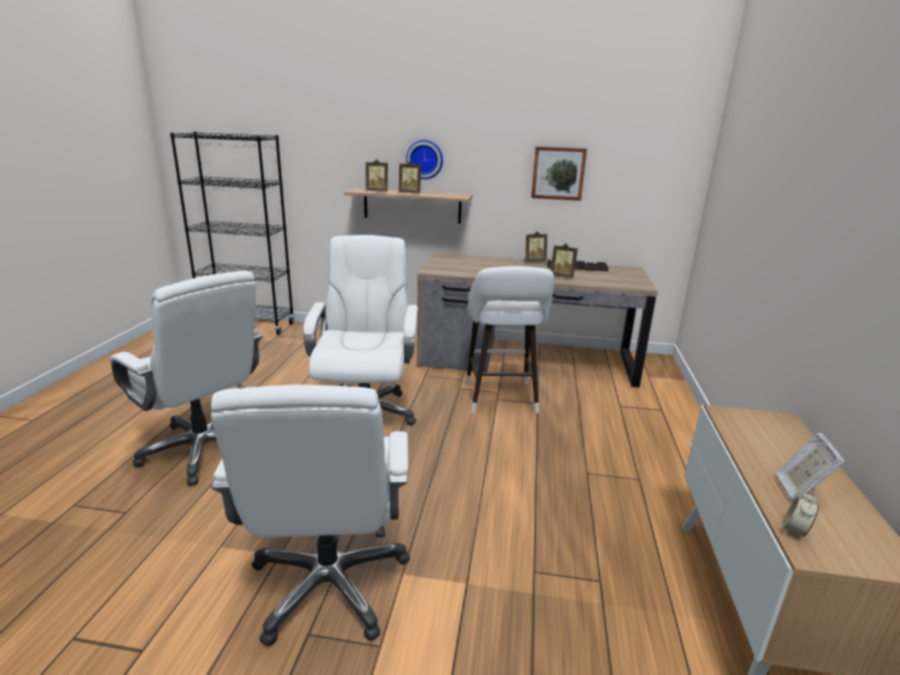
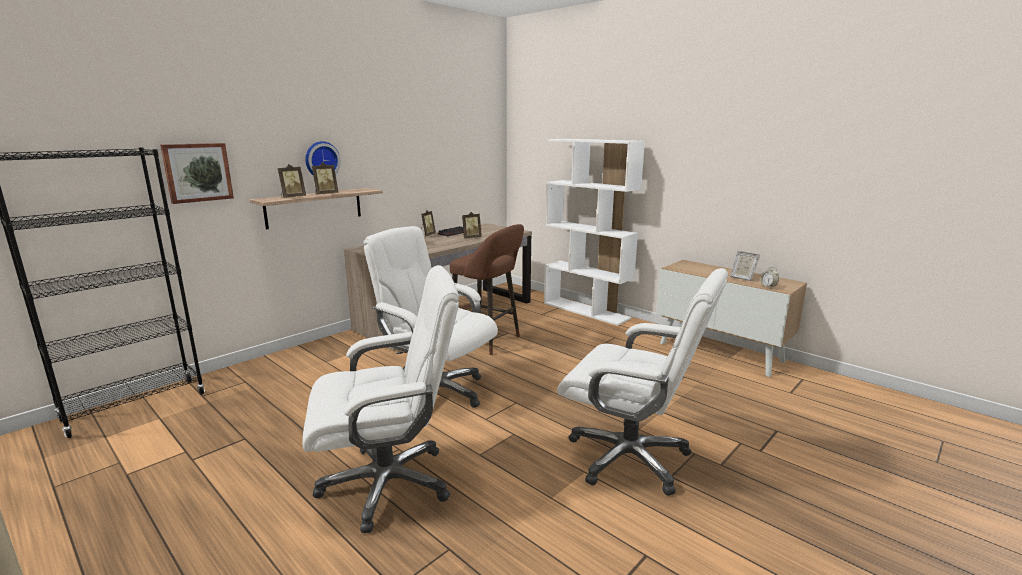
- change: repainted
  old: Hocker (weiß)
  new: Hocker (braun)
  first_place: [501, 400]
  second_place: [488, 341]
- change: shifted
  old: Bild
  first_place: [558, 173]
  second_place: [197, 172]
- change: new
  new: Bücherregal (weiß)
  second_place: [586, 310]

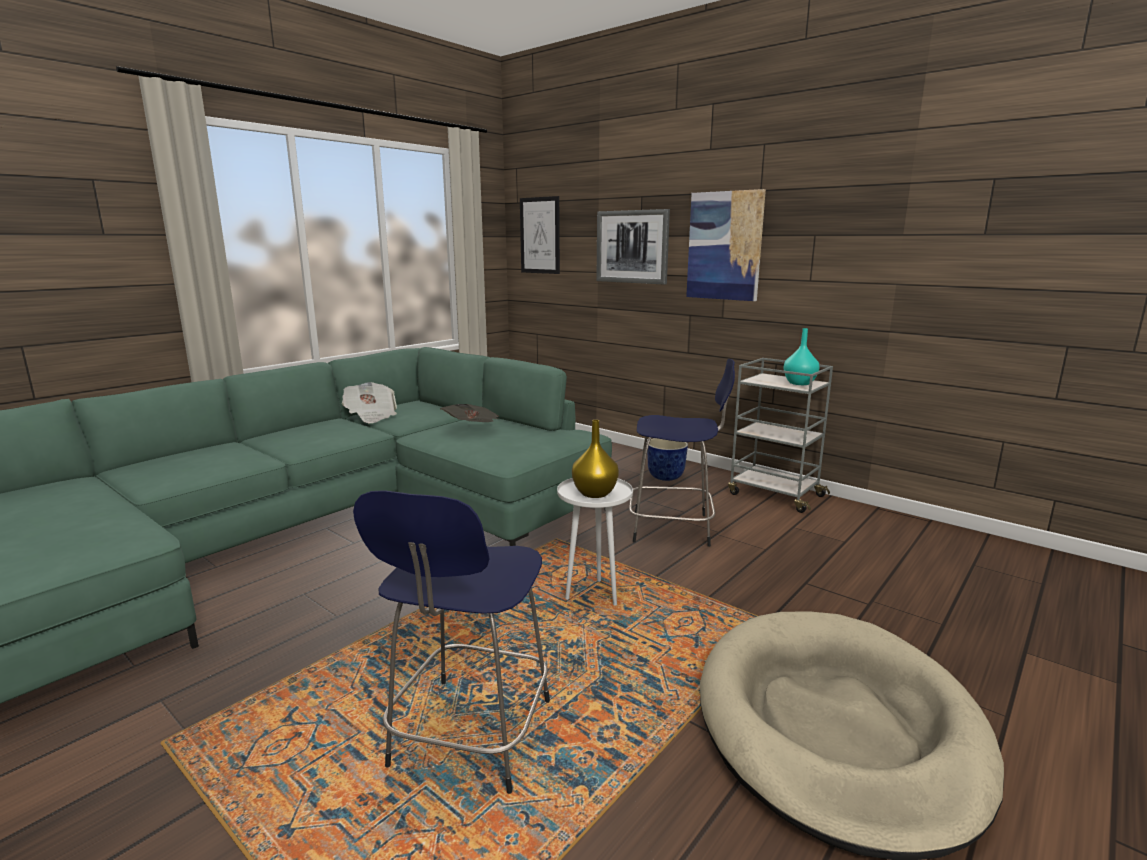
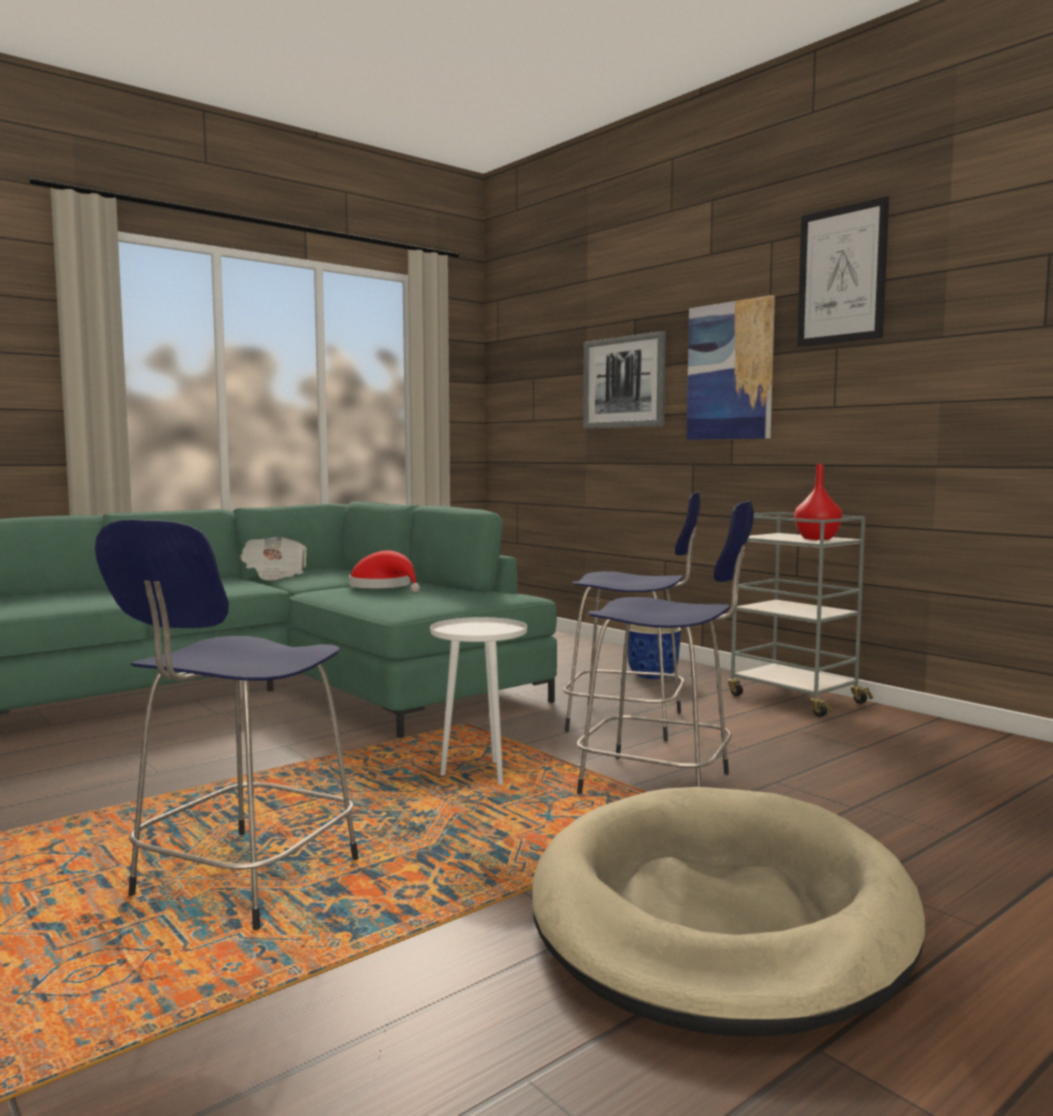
- change: swapped
  old: Zeitung
  new: Hut (rot)
  first_place: [472, 429]
  second_place: [384, 587]
- change: shifted
  old: Bild
  first_place: [540, 235]
  second_place: [841, 275]
- change: gone
  old: Vase (gelb)
  first_place: [594, 493]
- change: repainted
  old: Vase (türkis)
  new: Vase (rot)
  first_place: [799, 383]
  second_place: [816, 538]
- change: new
  new: Hocker (blau)
  second_place: [661, 785]

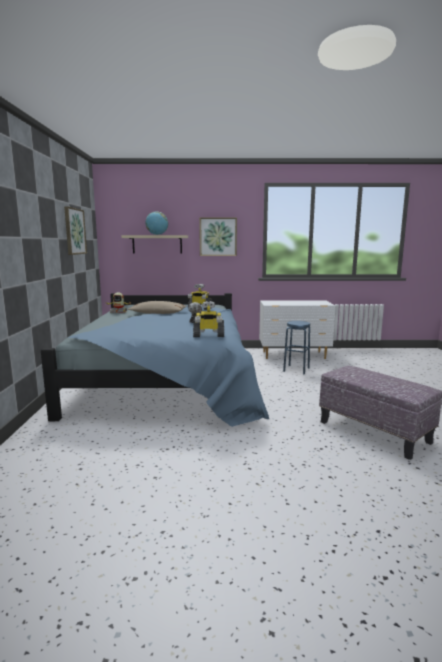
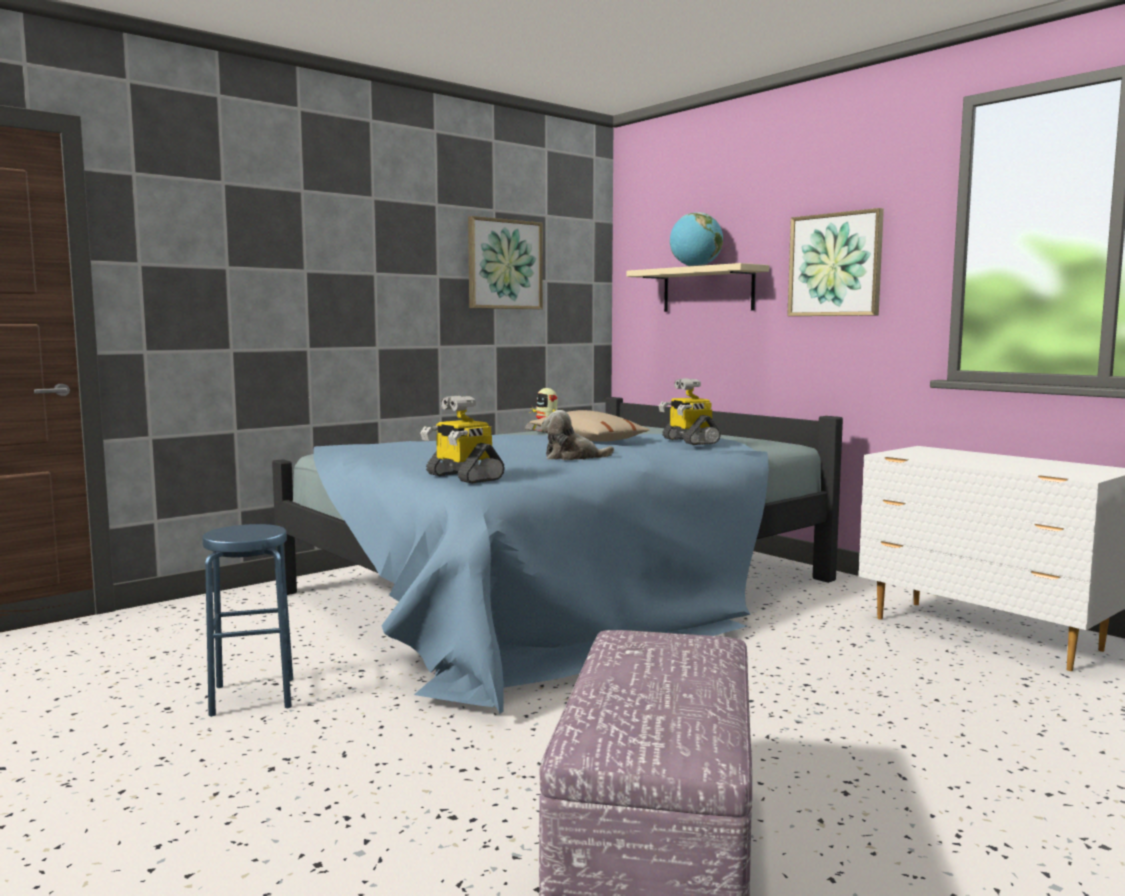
- change: shifted
  old: Hocker (blau)
  first_place: [296, 369]
  second_place: [253, 697]

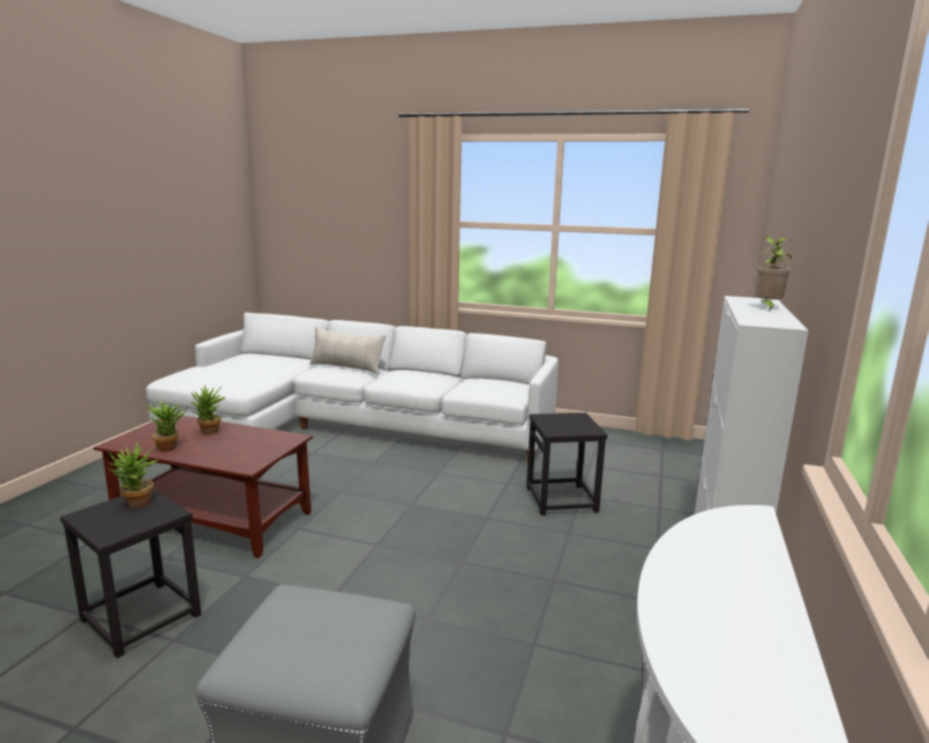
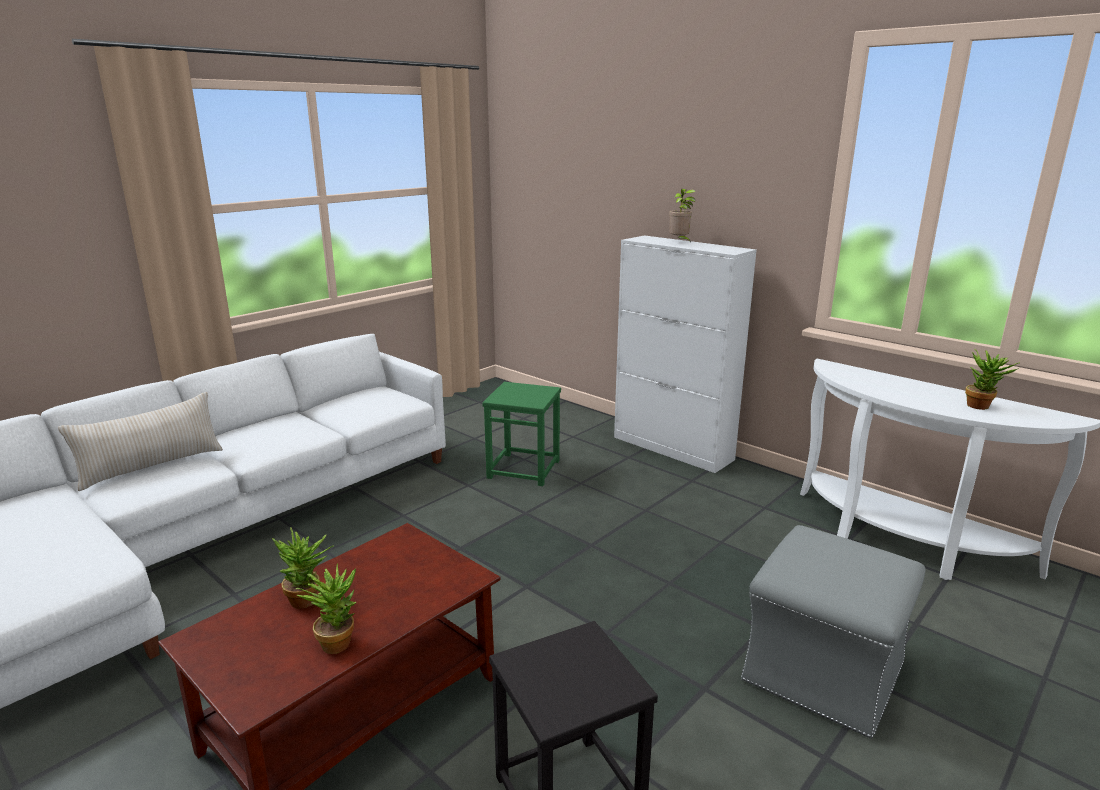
- change: shifted
  old: Topfpflanze
  first_place: [137, 505]
  second_place: [982, 406]
- change: repainted
  old: Hocker (schwarz)
  new: Hocker (grün)
  first_place: [562, 499]
  second_place: [524, 469]

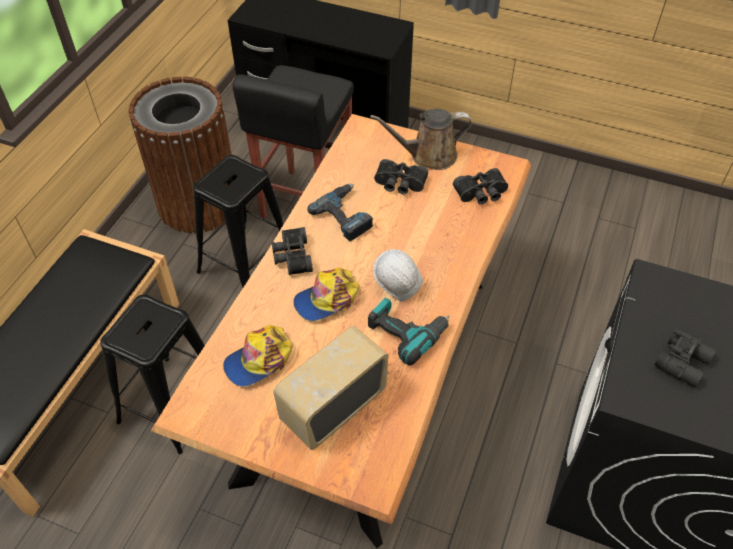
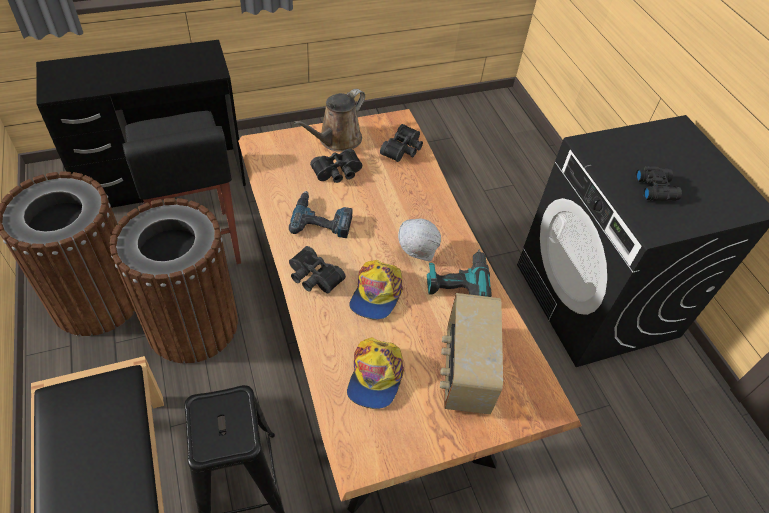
- change: swapped
  old: Hocker (schwarz)
  new: Mülleimer (braun)
  first_place: [245, 263]
  second_place: [192, 324]

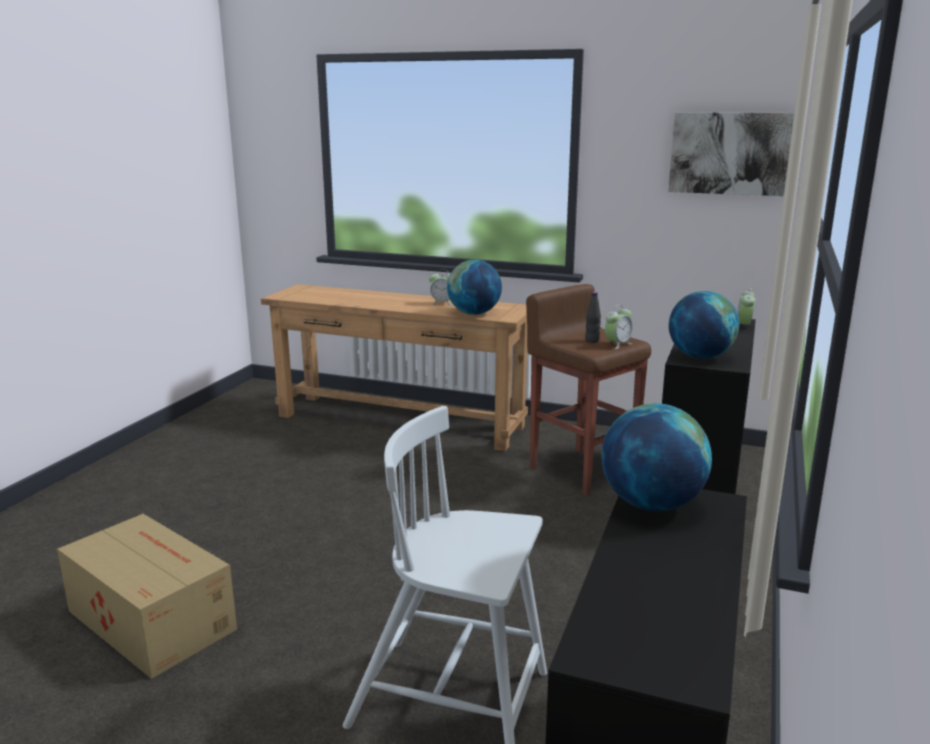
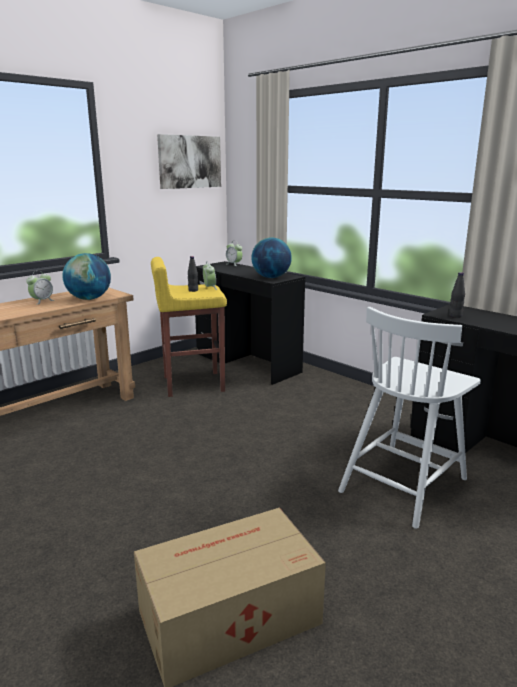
- change: repainted
  old: Hocker (braun)
  new: Hocker (gelb)
  first_place: [582, 470]
  second_place: [192, 384]
- change: swapped
  old: Globus
  new: Flasche (schwarz)
  first_place: [651, 504]
  second_place: [455, 316]

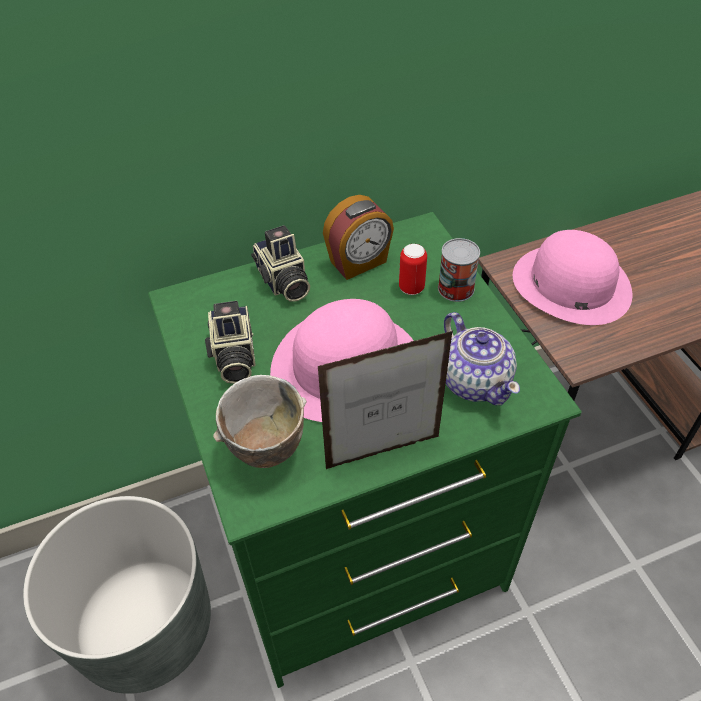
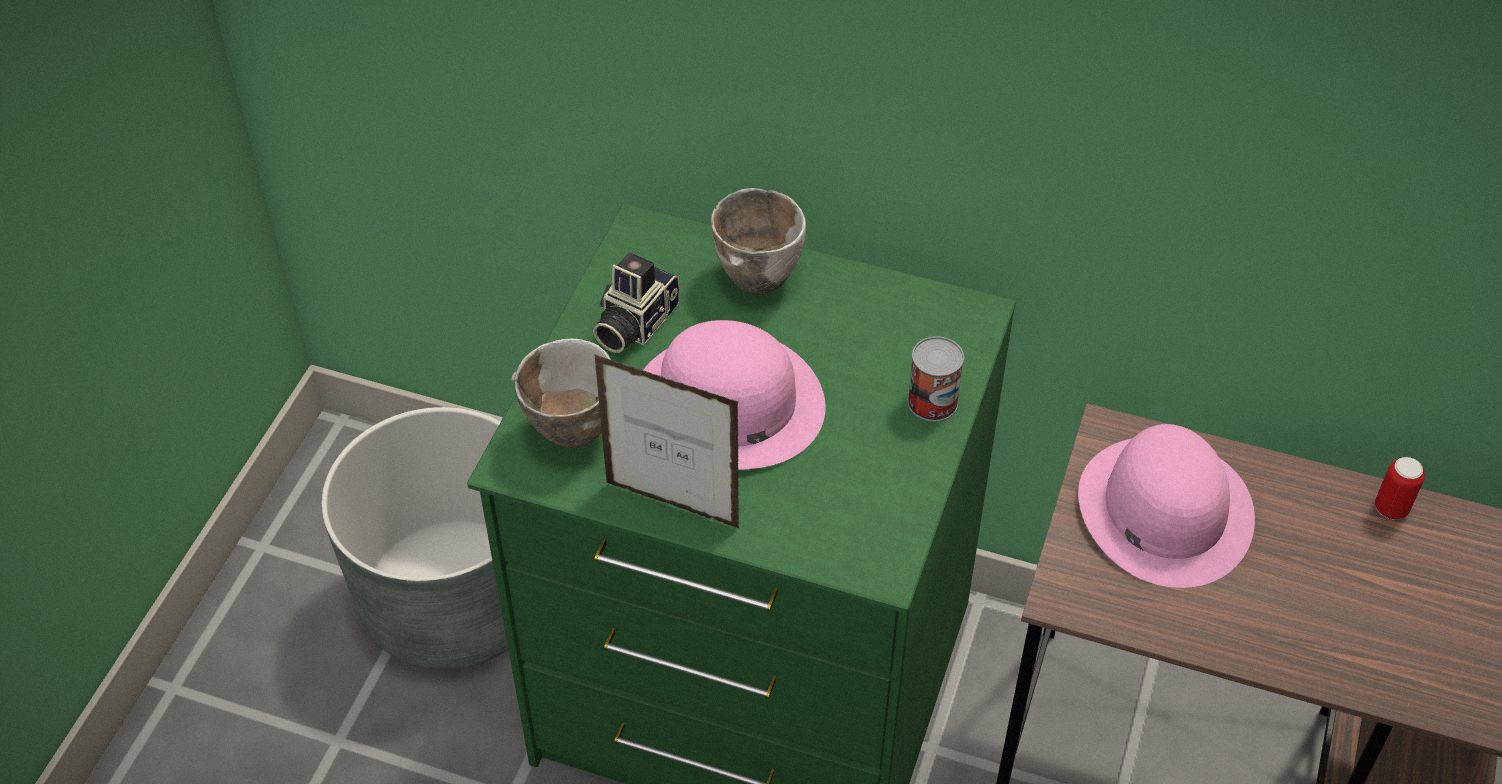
- change: swapped
  old: Kamera
  new: Schüssel
  first_place: [283, 282]
  second_place: [761, 277]
- change: gone
  old: Wecker
  first_place: [359, 263]
- change: shifted
  old: Dose
  first_place: [411, 287]
  second_place: [1391, 508]
- change: gone
  old: Teekanne
  first_place: [475, 381]

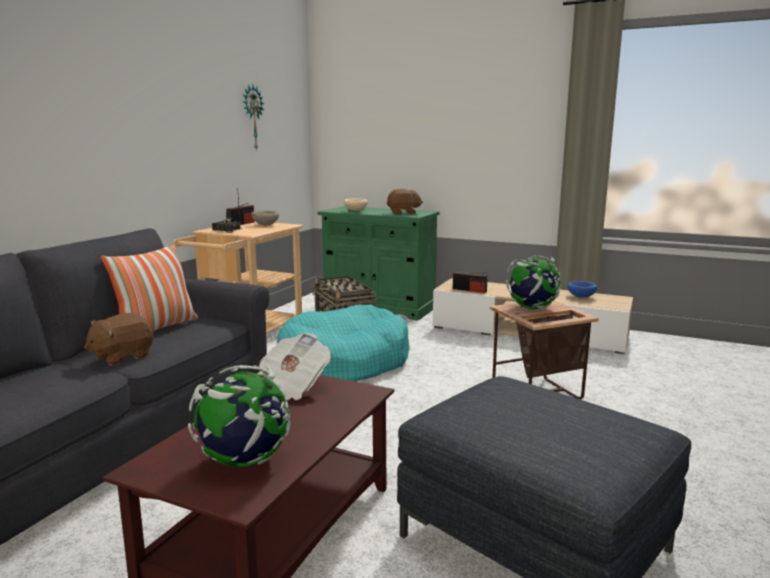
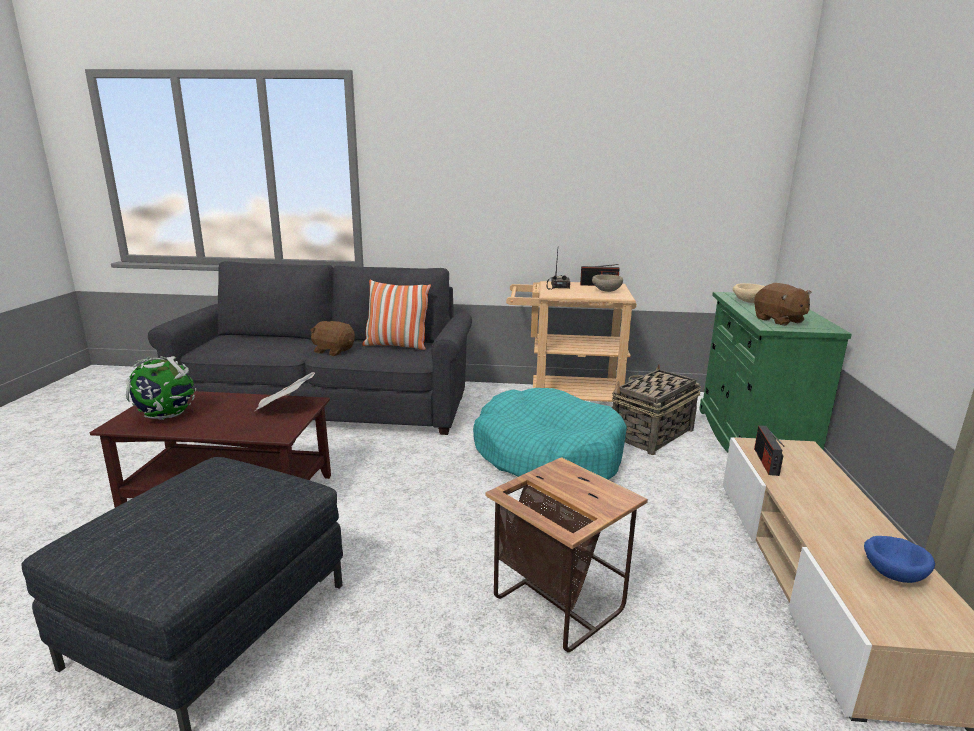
- change: gone
  old: Wanduhr
  first_place: [252, 117]
- change: gone
  old: Globus
  first_place: [531, 308]

